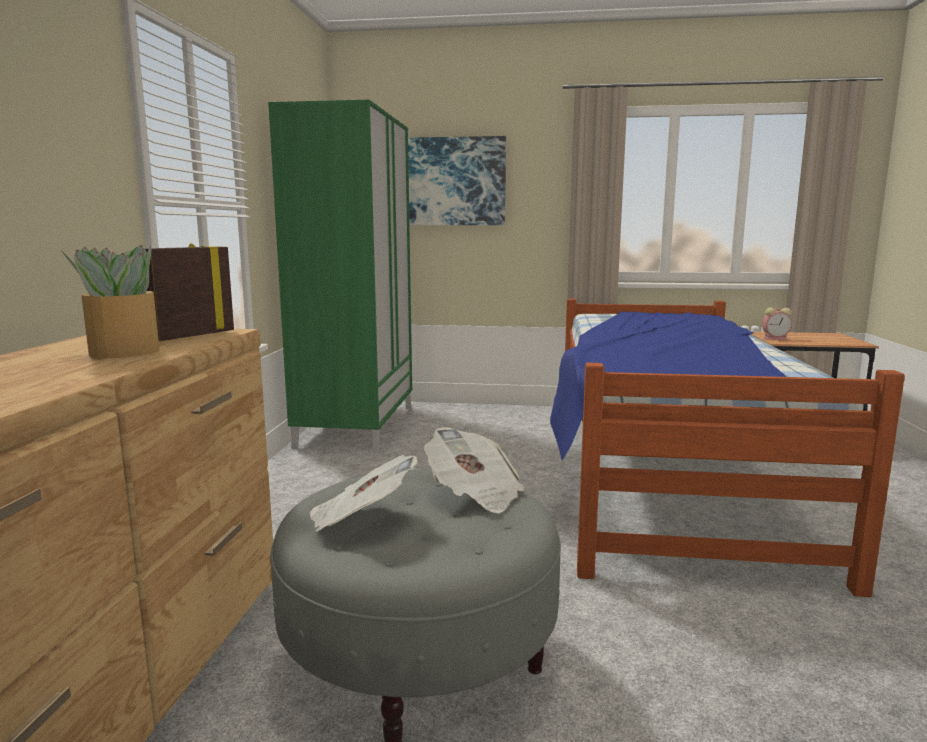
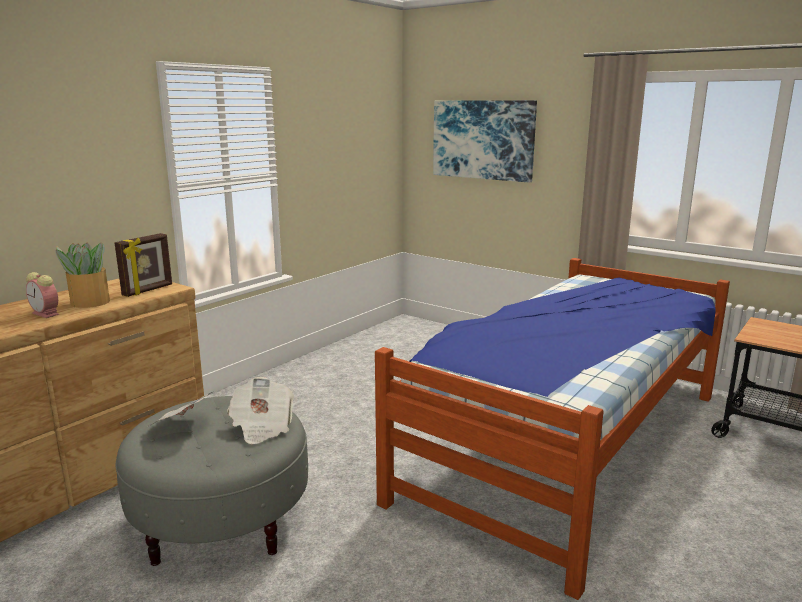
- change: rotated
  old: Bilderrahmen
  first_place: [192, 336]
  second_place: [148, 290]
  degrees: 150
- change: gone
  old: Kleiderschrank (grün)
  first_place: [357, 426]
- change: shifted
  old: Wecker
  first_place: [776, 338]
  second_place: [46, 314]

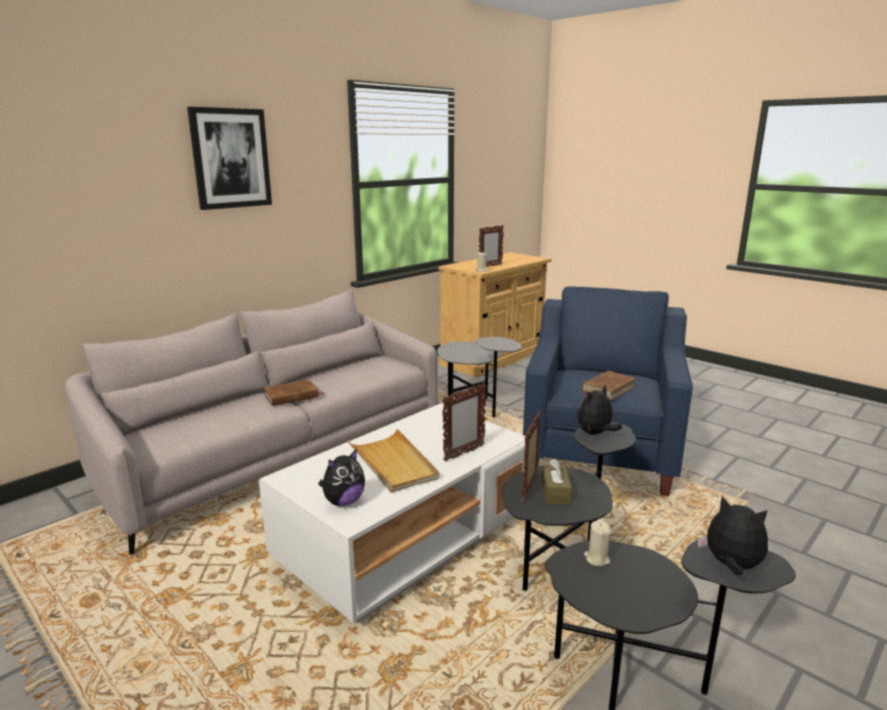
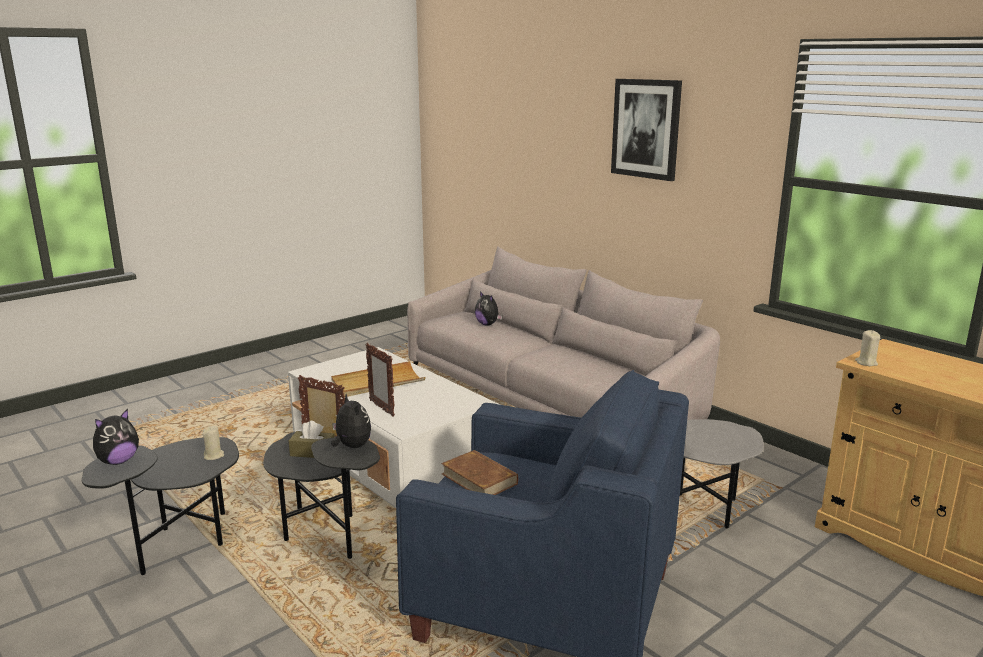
- change: gone
  old: Buch (braun)
  first_place: [291, 396]
- change: shifted
  old: Plüschtier
  first_place: [343, 502]
  second_place: [488, 324]
- change: gone
  old: Bilderrahmen
  first_place: [490, 266]

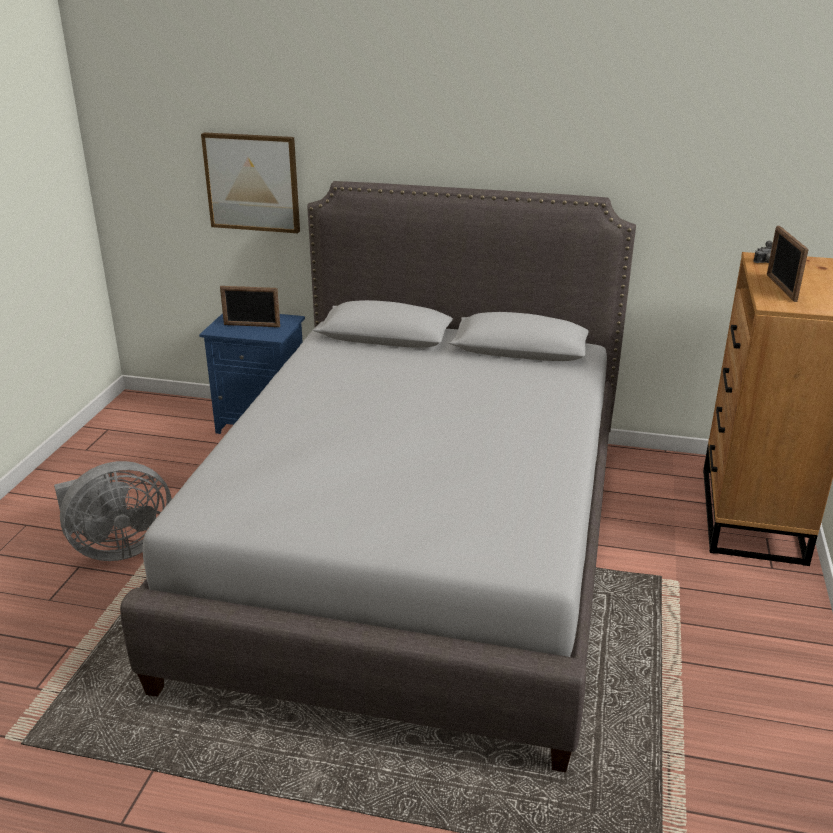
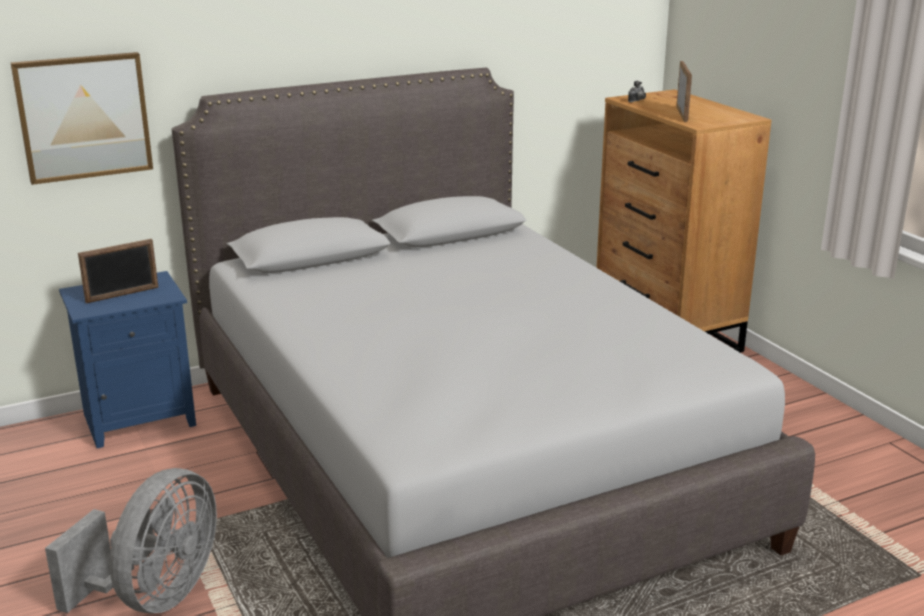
- change: rotated
  old: Bilderrahmen
  first_place: [781, 288]
  second_place: [682, 114]
  degrees: -135

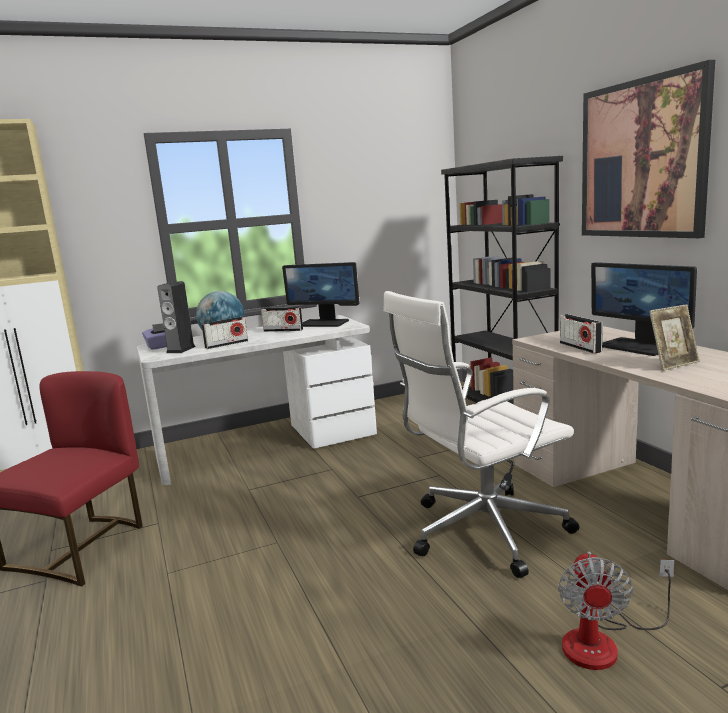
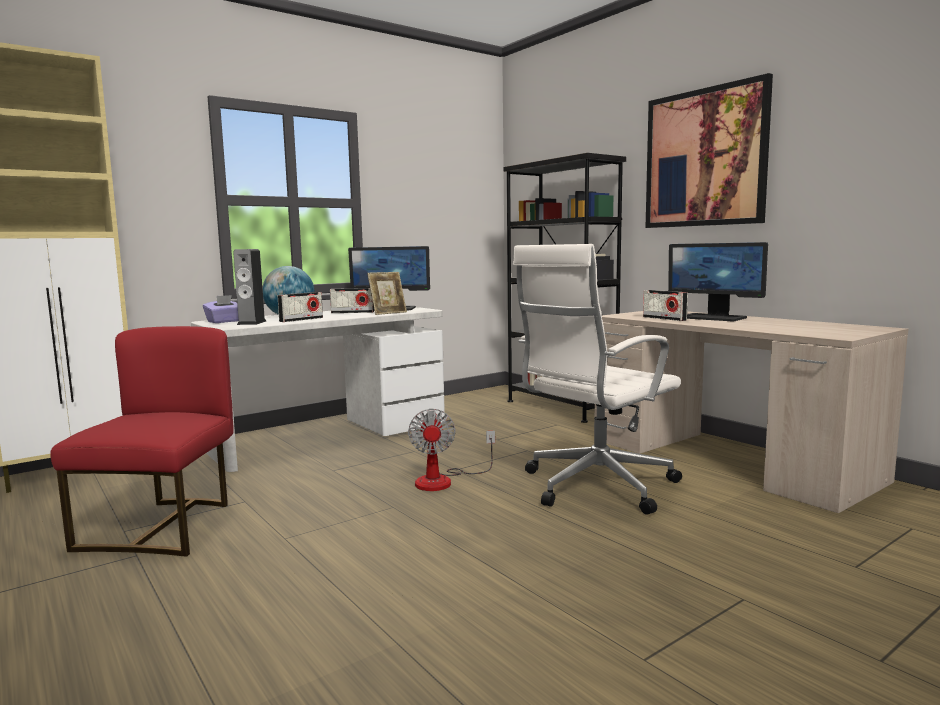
- change: shifted
  old: Ventilator
  first_place: [604, 642]
  second_place: [444, 480]
- change: shifted
  old: Bilderrahmen
  first_place: [673, 364]
  second_place: [388, 313]

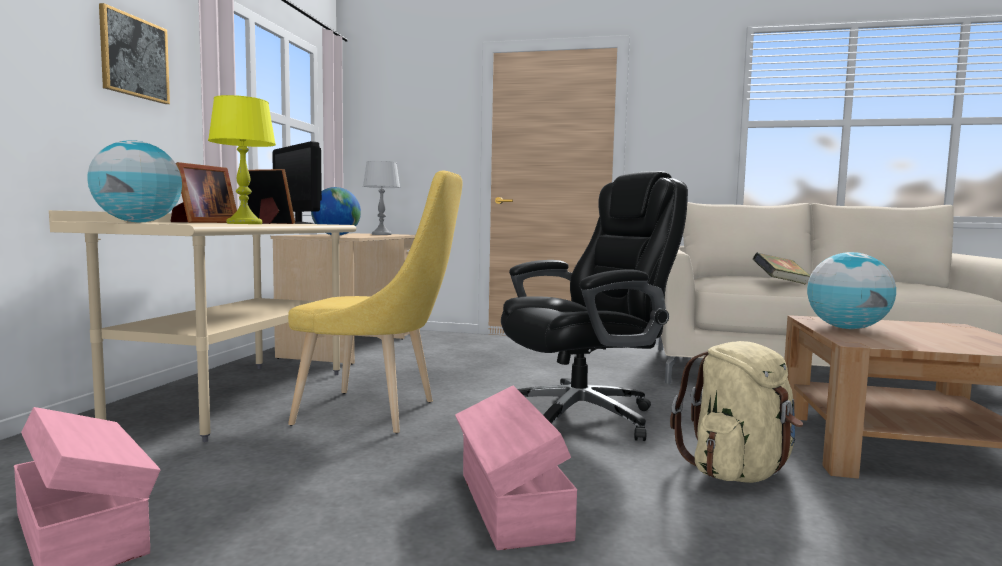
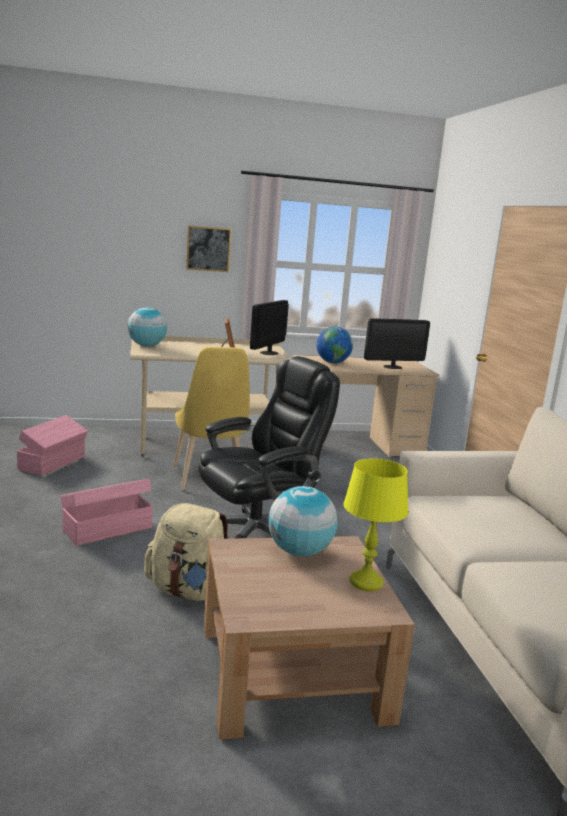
- change: gone
  old: Bilderrahmen
  first_place: [203, 222]
- change: shifted
  old: Tischlampe (gelb)
  first_place: [244, 223]
  second_place: [365, 582]
- change: swapped
  old: Tischlampe (grau)
  new: Monitor
  first_place: [381, 234]
  second_place: [392, 367]
- change: rotated
  old: Bürostuhl (schwarz)
  first_place: [583, 416]
  second_place: [257, 537]
  degrees: -75
- change: gone
  old: Buch
  first_place: [780, 283]

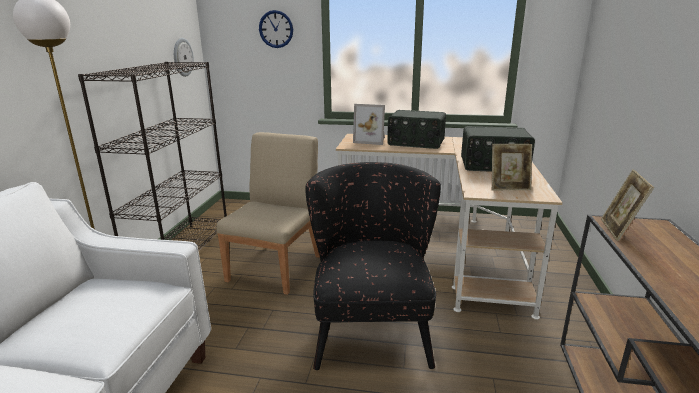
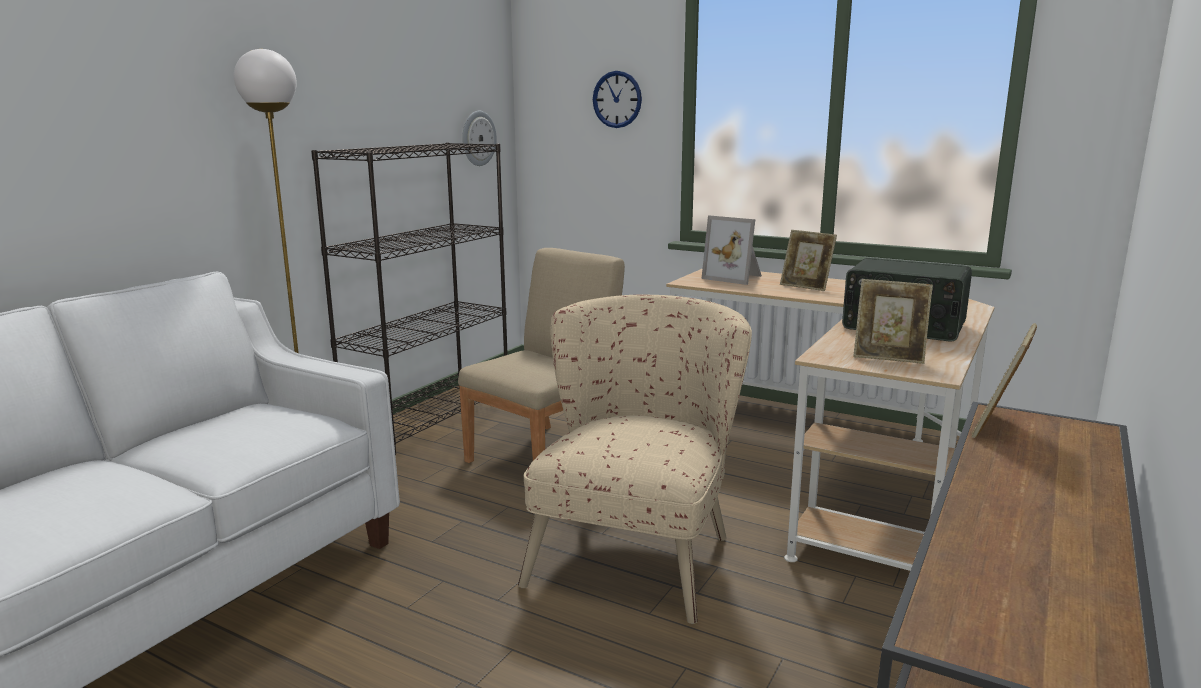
- change: repainted
  old: Sessel (schwarz)
  new: Sessel (beige)
  first_place: [371, 324]
  second_place: [638, 550]
- change: swapped
  old: Radio
  new: Bilderrahmen
  first_place: [416, 143]
  second_place: [806, 286]

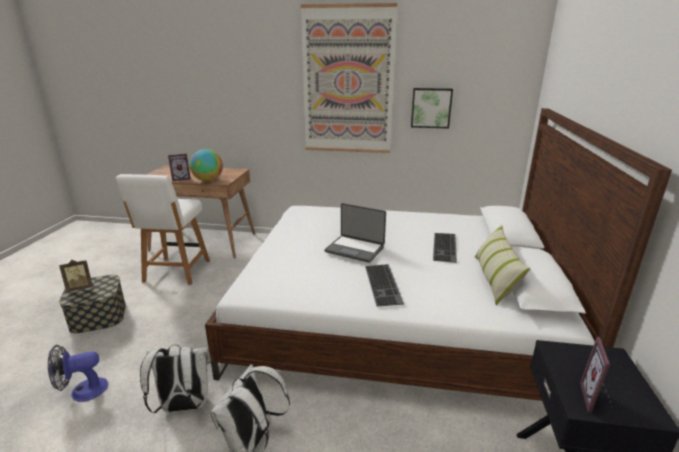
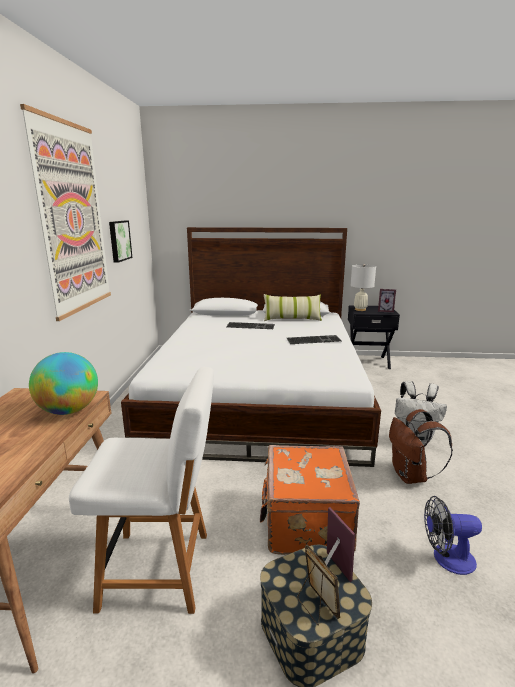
- change: rotated
  old: Ventilator
  first_place: [82, 391]
  second_place: [446, 558]
  degrees: 120
- change: repainted
  old: Rucksack (weiß)
  new: Rucksack (braun)
  first_place: [183, 406]
  second_place: [411, 476]
- change: shifted
  old: Bilderrahmen
  first_place: [181, 179]
  second_place: [330, 570]
- change: gone
  old: Laptop
  first_place: [355, 249]
- change: new
  new: Koffer (orange)
  second_place: [305, 522]
- change: new
  new: Tischlampe (weiß)
  second_place: [360, 309]

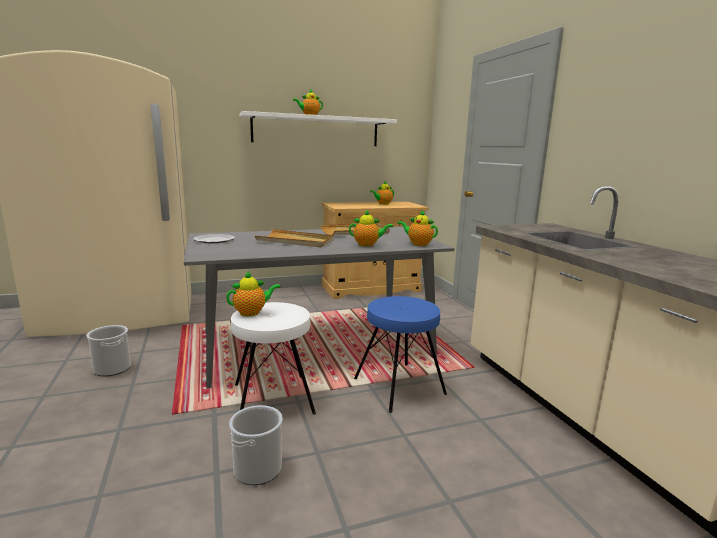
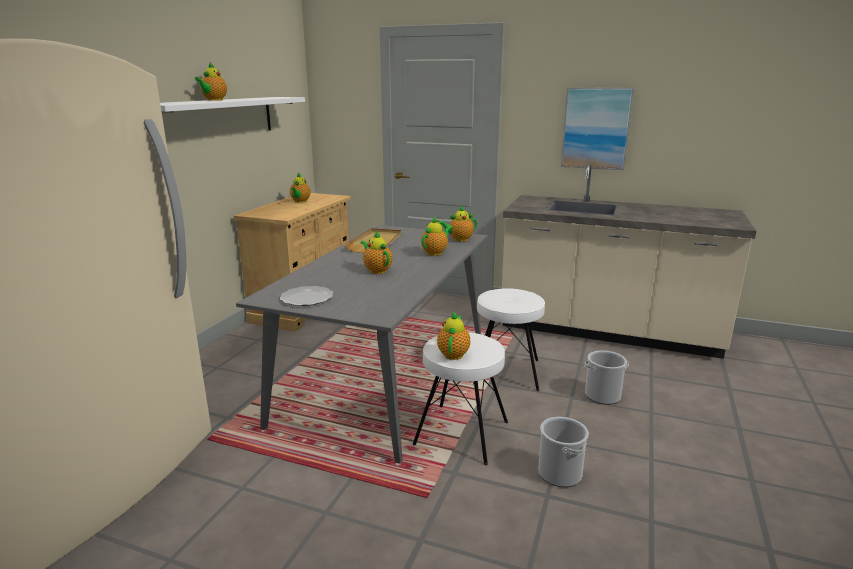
- change: shifted
  old: Eimer
  first_place: [112, 368]
  second_place: [602, 396]
- change: swapped
  old: Tablett (beige)
  new: Teekanne
  first_place: [295, 241]
  second_place: [376, 270]
- change: repainted
  old: Hocker (blau)
  new: Hocker (weiß)
  first_place: [399, 387]
  second_place: [507, 372]
- change: new
  new: Bild
  second_place: [596, 128]

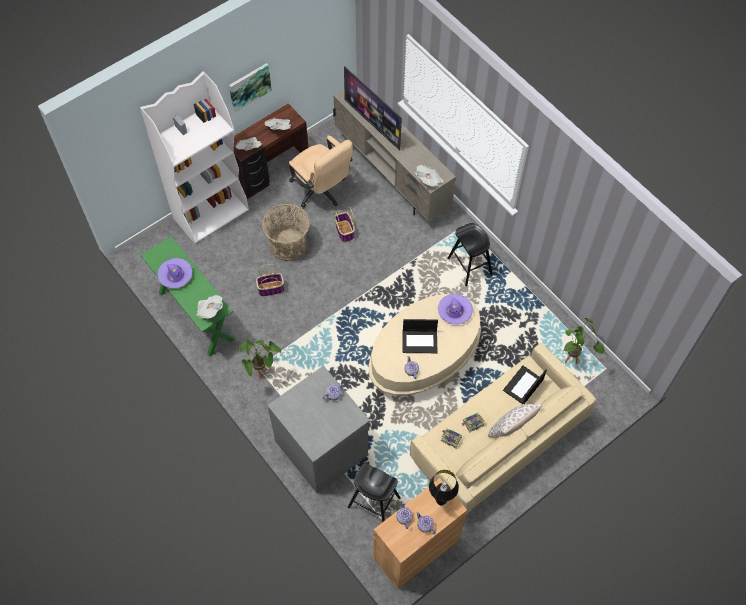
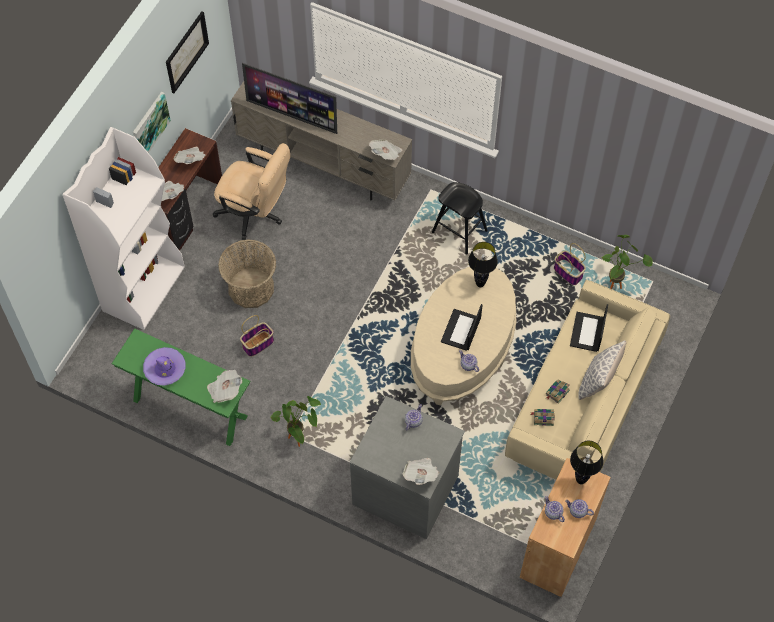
- change: shifted
  old: Korb
  first_place: [345, 231]
  second_place: [568, 273]
- change: gone
  old: Hocker (schwarz)
  first_place: [374, 502]
- change: rotated
  old: Laptop
  first_place: [420, 341]
  second_place: [461, 330]
  degrees: 135
- change: swapped
  old: Hut (lila)
  new: Tischlampe (schwarz)
  first_place: [455, 311]
  second_place: [480, 284]
- change: new
  new: Bild
  second_place: [186, 51]
- change: new
  new: Zeitung
  second_place: [421, 474]

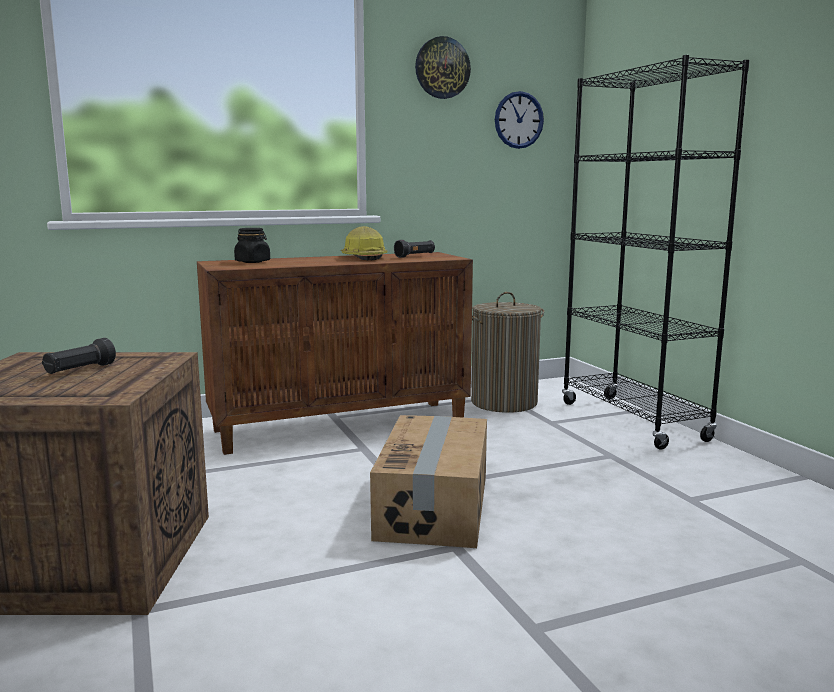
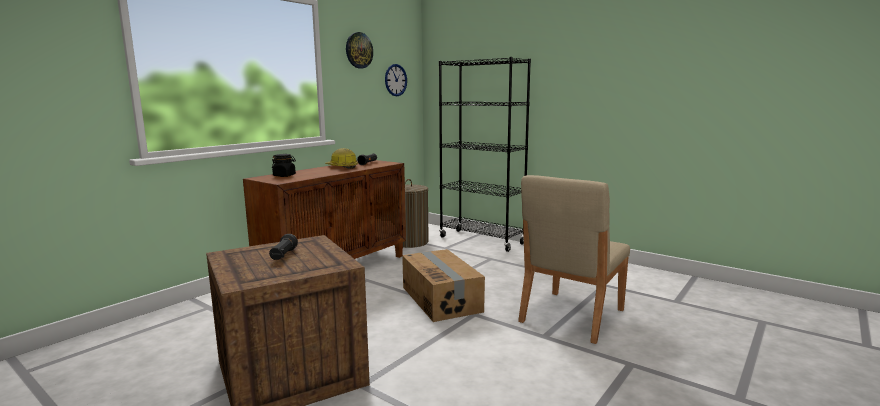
- change: new
  new: Stuhl (beige)
  second_place: [571, 316]

